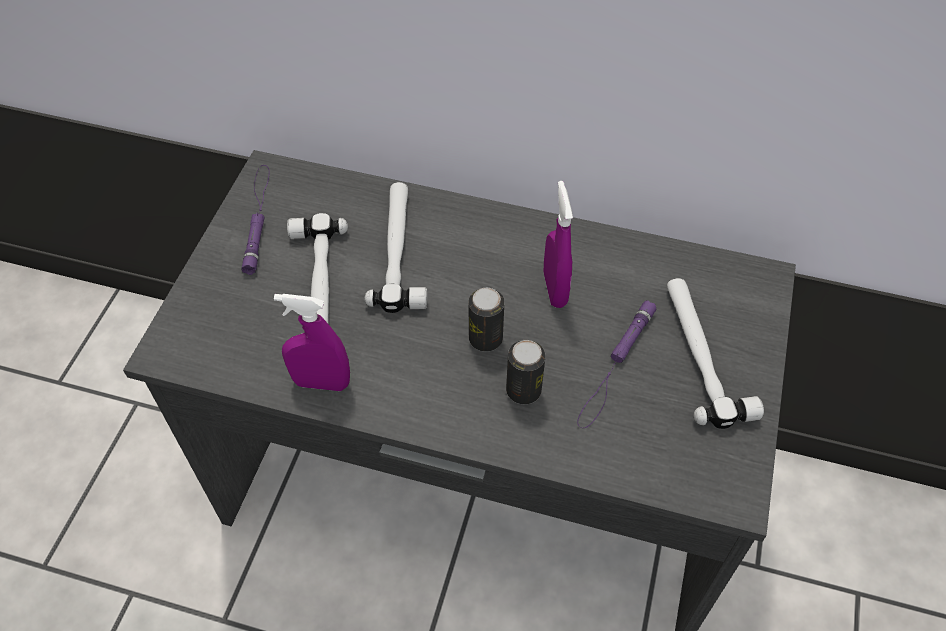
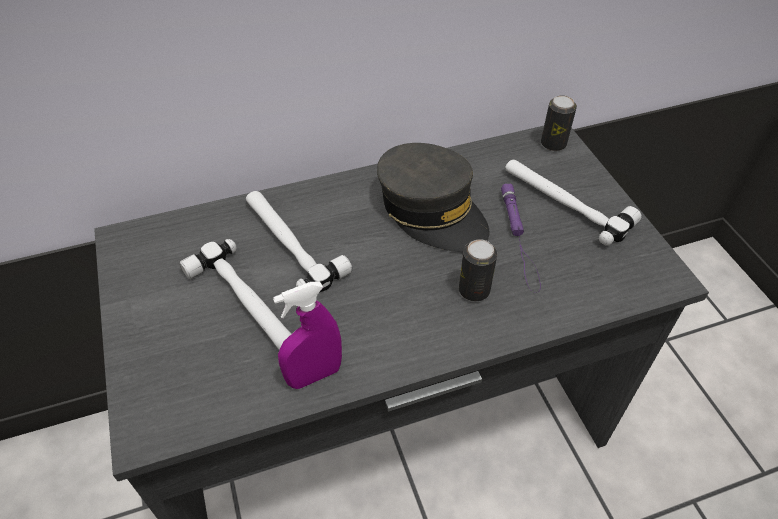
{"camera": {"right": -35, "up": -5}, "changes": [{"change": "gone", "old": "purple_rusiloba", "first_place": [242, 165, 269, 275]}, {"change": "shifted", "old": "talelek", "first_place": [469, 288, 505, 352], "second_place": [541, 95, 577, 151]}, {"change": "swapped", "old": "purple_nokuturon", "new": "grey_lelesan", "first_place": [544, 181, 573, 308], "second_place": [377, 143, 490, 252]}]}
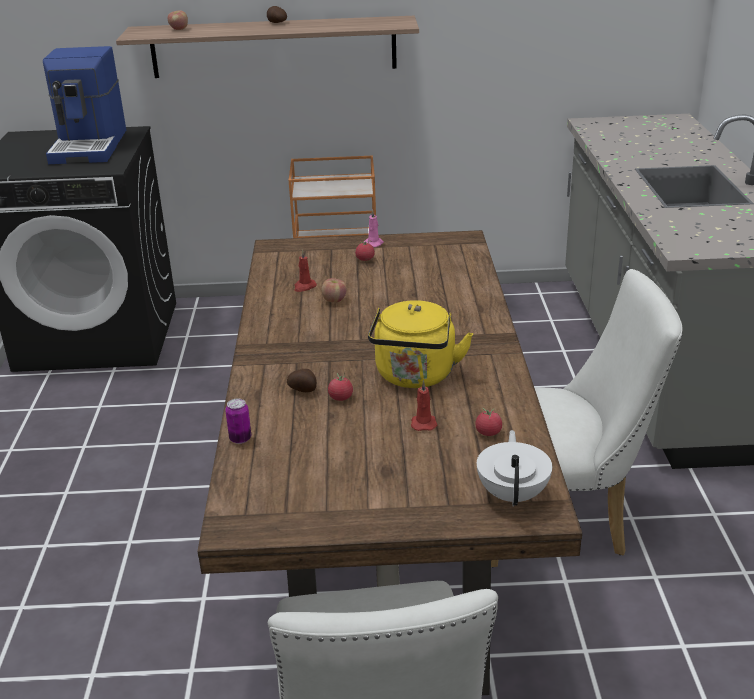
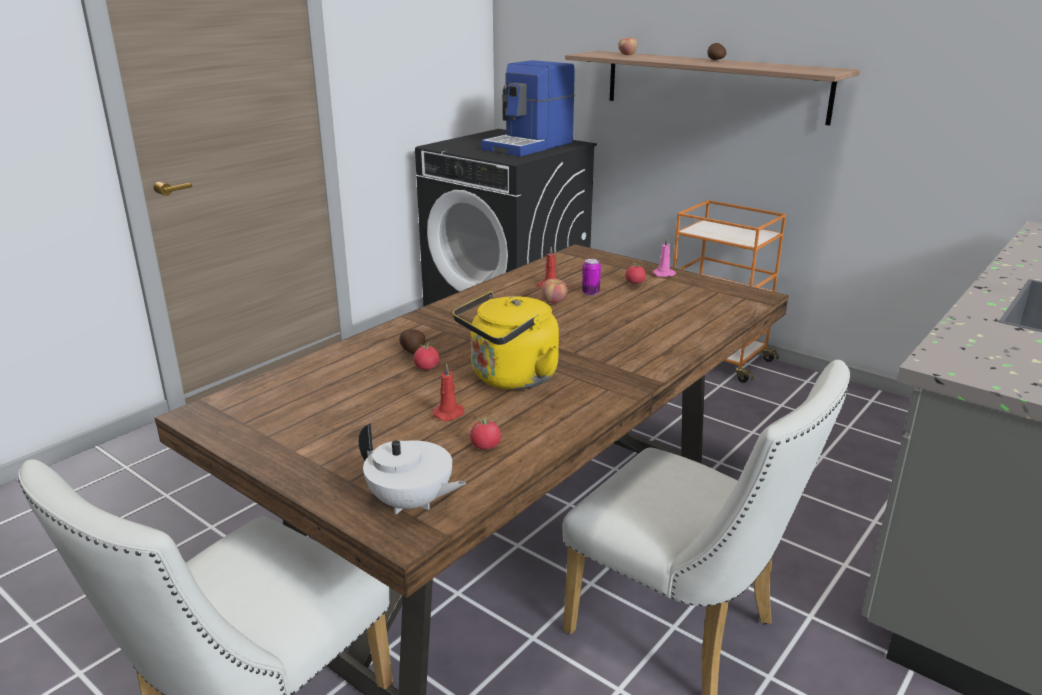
{"camera": {"right": 40, "up": -5}, "changes": [{"change": "shifted", "old": "talelek", "first_place": [225, 398, 251, 444], "second_place": [582, 259, 601, 296]}, {"change": "rotated", "old": "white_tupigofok", "first_place": [477, 430, 552, 506], "second_place": [359, 423, 466, 514], "degrees": 75}]}
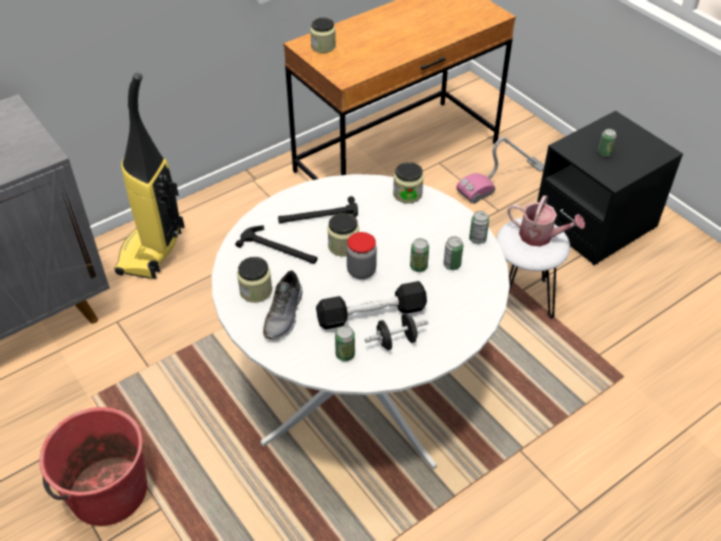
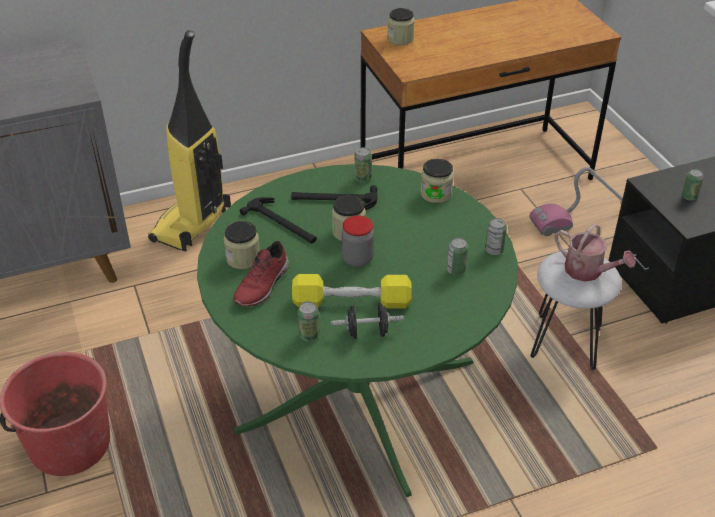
{"camera": {"right": 15, "up": -5}, "changes": [{"change": "shifted", "old": "talelek", "first_place": [410, 238, 429, 272], "second_place": [354, 147, 372, 182]}, {"change": "repainted", "old": "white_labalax", "new": "green_labalax", "first_place": [212, 174, 510, 469], "second_place": [197, 164, 518, 497]}, {"change": "repainted", "old": "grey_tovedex", "new": "red_tovedex", "first_place": [263, 270, 303, 340], "second_place": [233, 241, 289, 307]}, {"change": "repainted", "old": "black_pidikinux", "new": "yellow_pidikinux", "first_place": [316, 281, 427, 329], "second_place": [292, 274, 412, 309]}]}
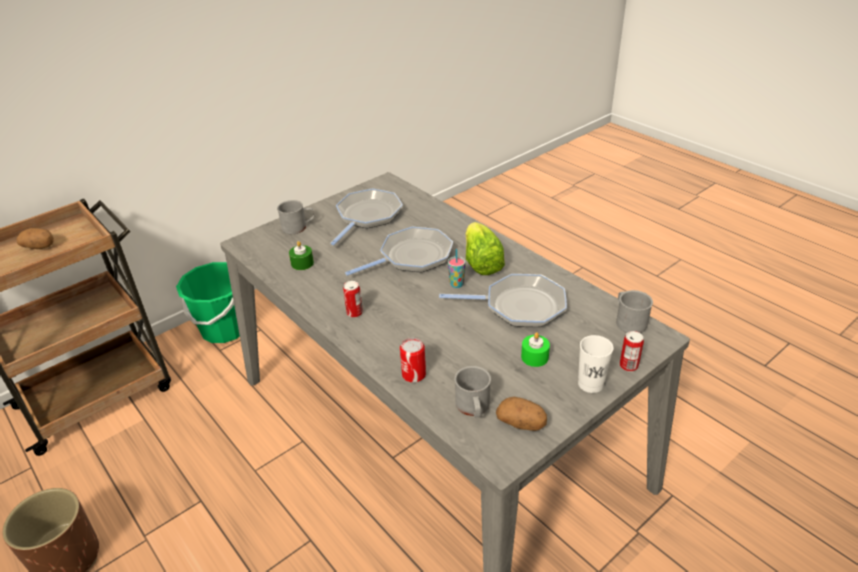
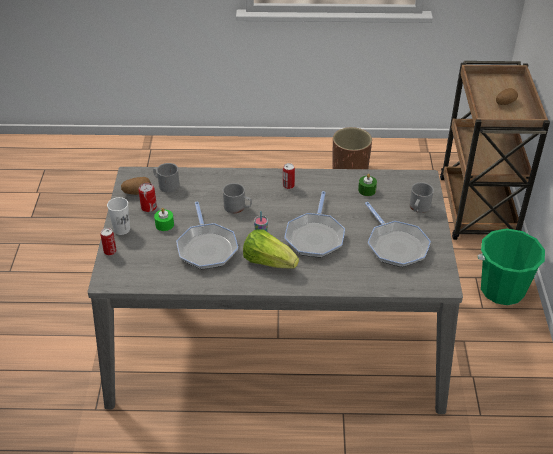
{"camera": {"right": 130, "up": 5}, "changes": [{"change": "shifted", "old": "talelek", "first_place": [400, 338, 426, 383], "second_place": [138, 183, 157, 212]}, {"change": "shifted", "old": "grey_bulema", "first_place": [616, 290, 653, 333], "second_place": [223, 183, 252, 213]}, {"change": "rotated", "old": "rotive", "first_place": [439, 274, 567, 327], "second_place": [176, 202, 238, 269], "degrees": -60}]}
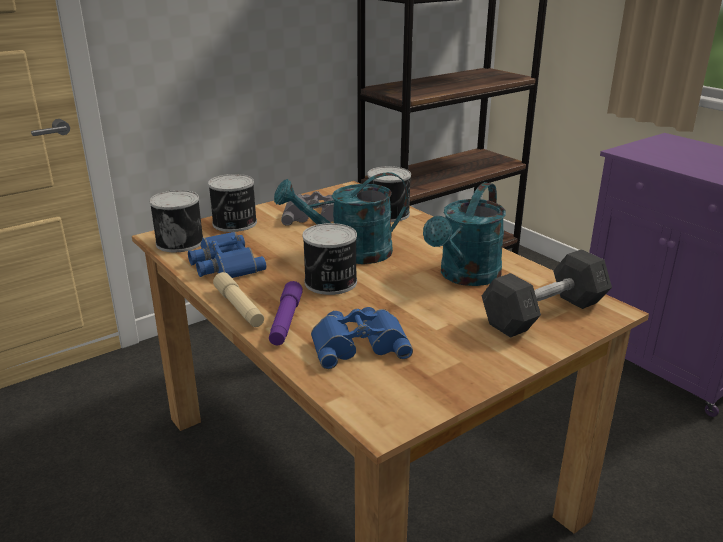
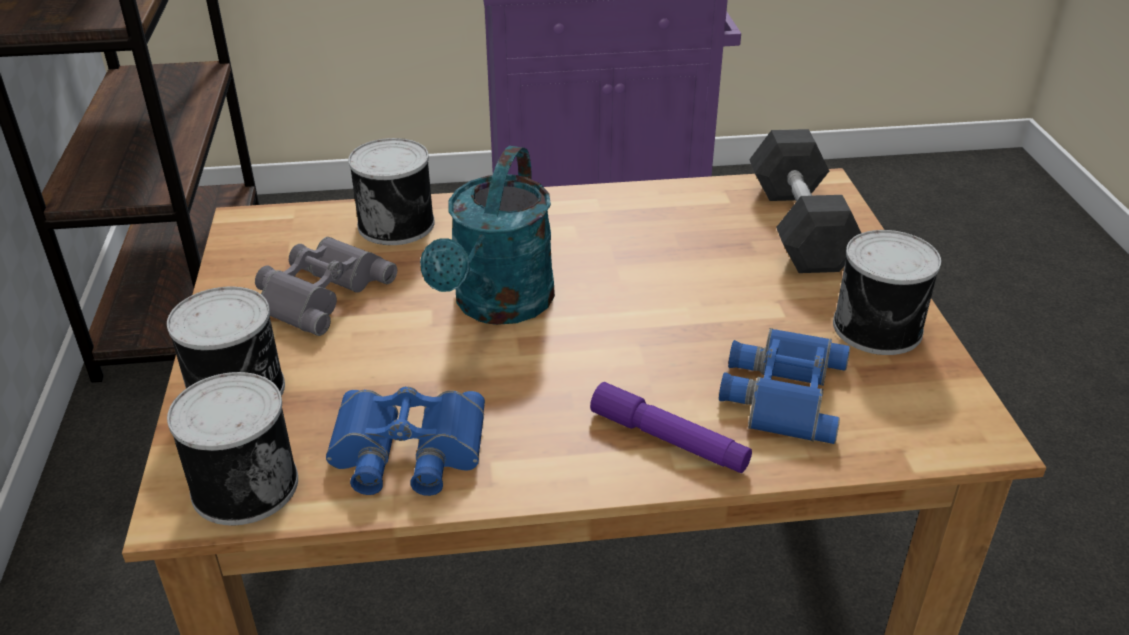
{"camera": {"right": -60, "up": 10}, "changes": [{"change": "gone", "old": "beige_rusiloba", "first_place": [213, 272, 264, 327]}, {"change": "gone", "old": "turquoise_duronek", "first_place": [423, 182, 506, 286]}, {"change": "shifted", "old": "talelek", "first_place": [303, 223, 357, 295], "second_place": [833, 230, 941, 355]}]}
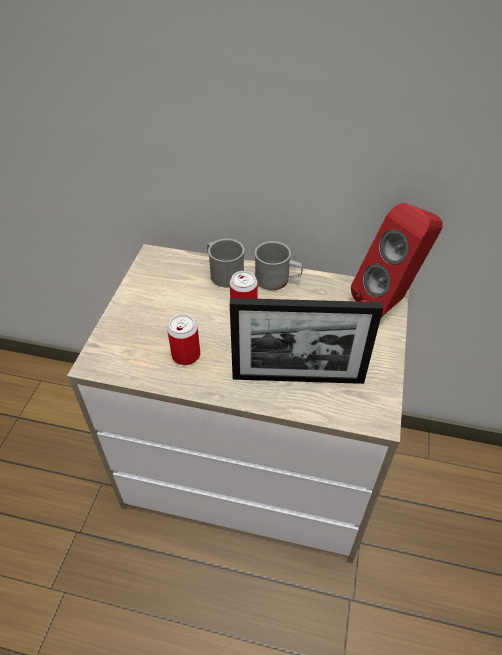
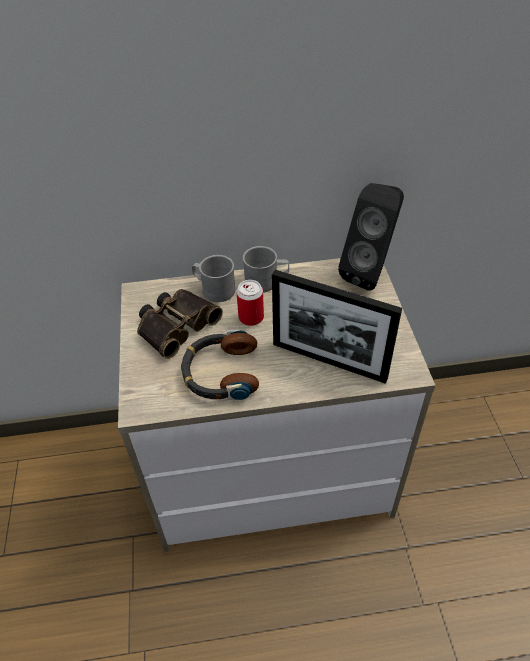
{"camera": {"right": -20, "up": 0}, "changes": [{"change": "new", "new": "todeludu", "second_place": [137, 289, 223, 359]}, {"change": "swapped", "old": "talelek", "new": "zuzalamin", "first_place": [167, 314, 200, 365], "second_place": [181, 329, 259, 400]}, {"change": "repainted", "old": "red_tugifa", "new": "black_tugifa", "first_place": [351, 202, 443, 317], "second_place": [338, 183, 404, 291]}, {"change": "rotated", "old": "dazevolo", "first_place": [230, 298, 383, 384], "second_place": [272, 270, 402, 384], "degrees": 45}]}
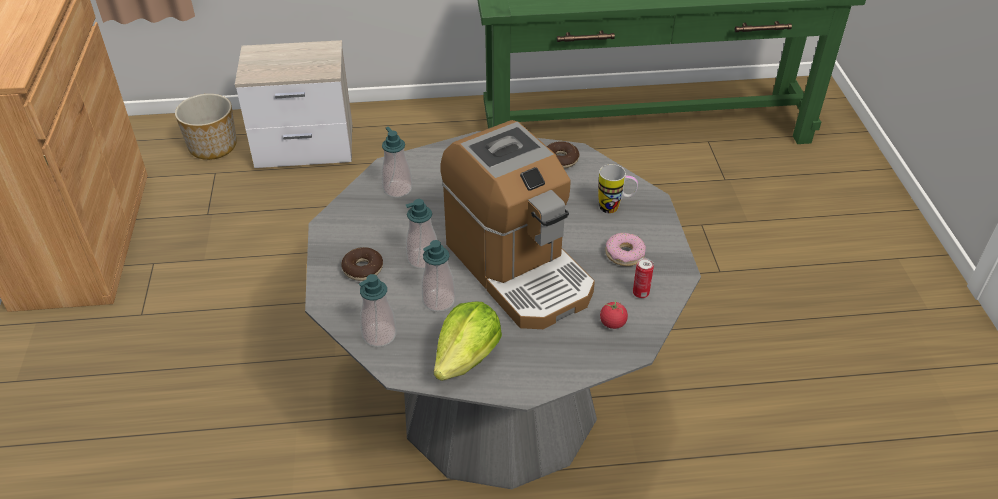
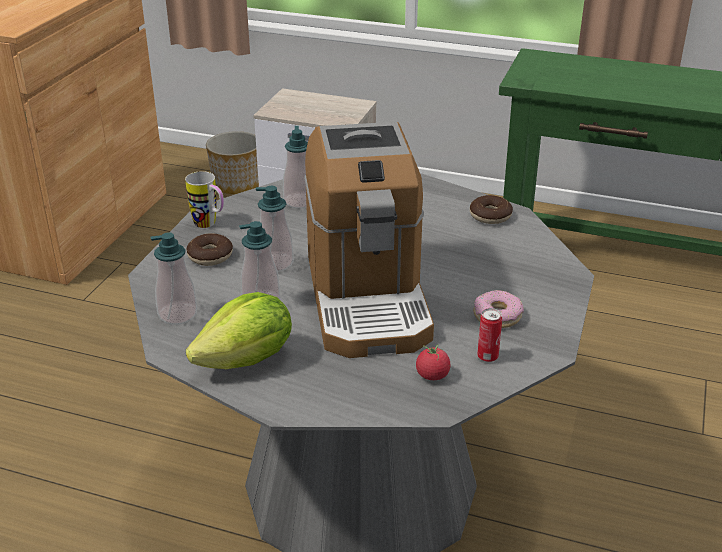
{"camera": {"right": 25, "up": -10}, "changes": [{"change": "shifted", "old": "bulema", "first_place": [598, 164, 638, 213], "second_place": [185, 171, 224, 228]}]}
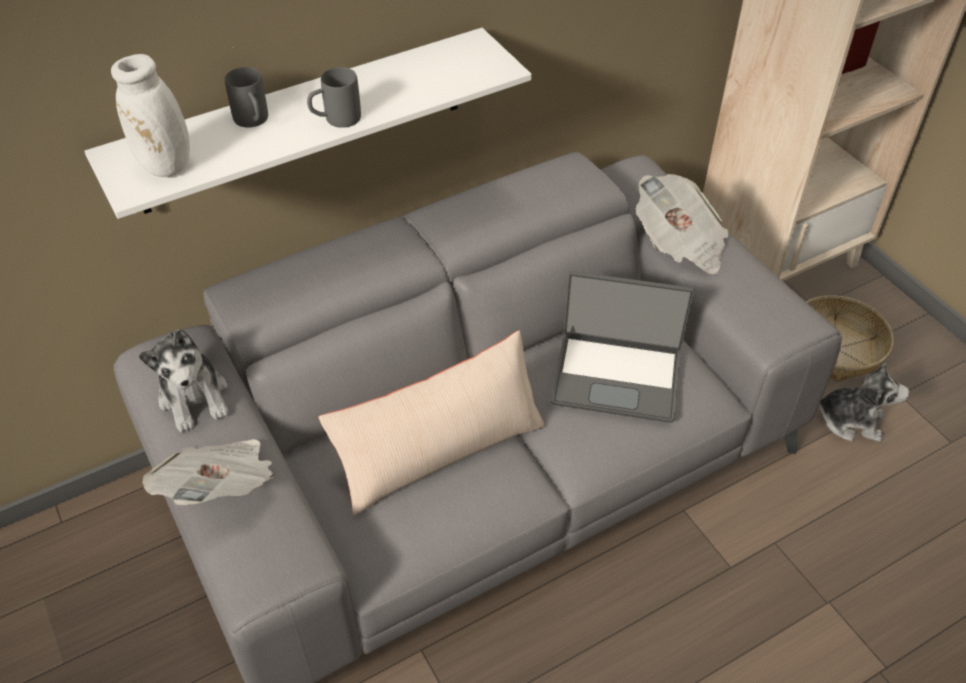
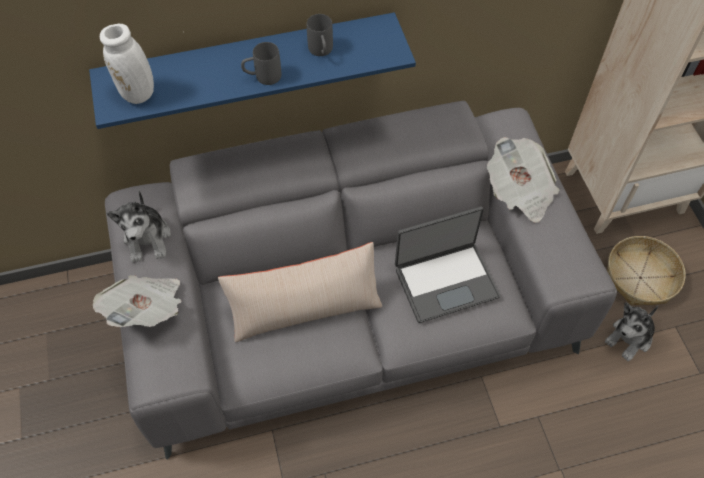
{"camera": {"right": 15, "up": 10}, "changes": [{"change": "shifted", "old": "grey_bulema", "first_place": [225, 67, 268, 128], "second_place": [307, 14, 333, 56]}, {"change": "repainted", "old": "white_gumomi", "new": "blue_gumomi", "first_place": [85, 28, 532, 219], "second_place": [89, 12, 416, 129]}, {"change": "rotated", "old": "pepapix", "first_place": [551, 271, 694, 423], "second_place": [395, 207, 500, 323], "degrees": -45}, {"change": "rotated", "old": "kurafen", "first_place": [819, 363, 910, 442], "second_place": [605, 302, 658, 361], "degrees": 105}]}
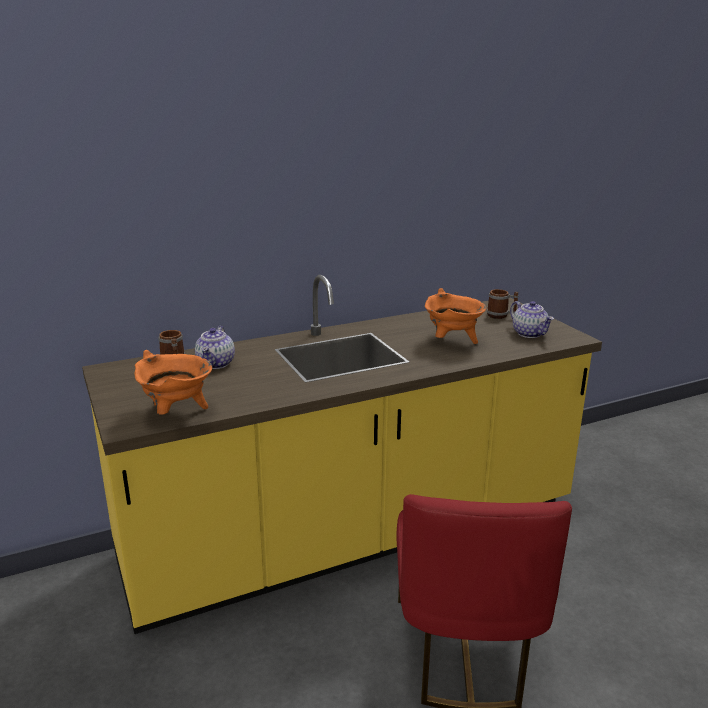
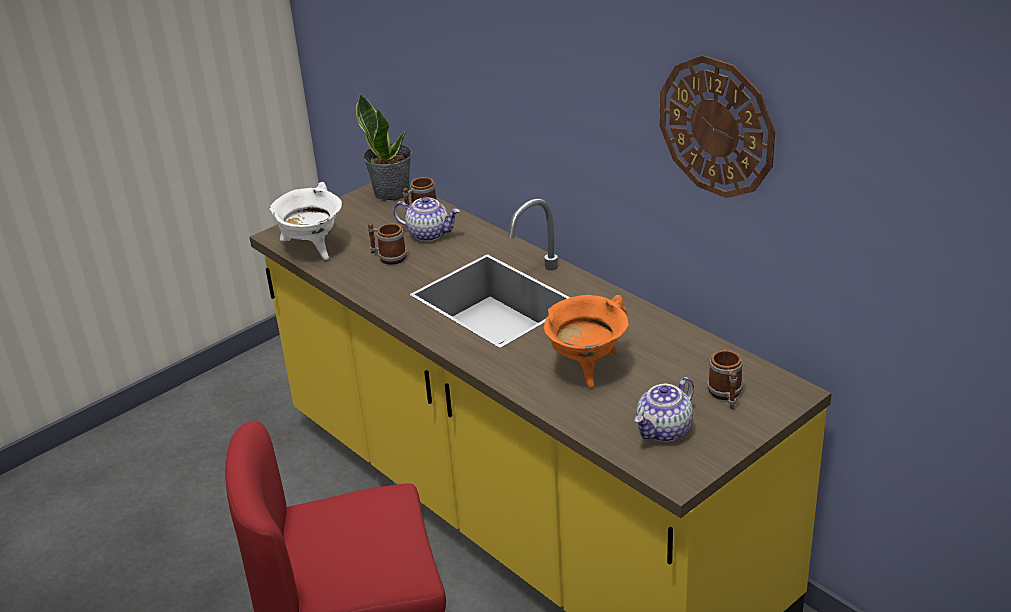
{"camera": {"right": 75, "up": 10}, "changes": [{"change": "new", "new": "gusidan", "second_place": [356, 94, 412, 201]}, {"change": "new", "new": "bulema", "second_place": [368, 223, 407, 265]}, {"change": "new", "new": "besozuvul", "second_place": [660, 55, 775, 198]}, {"change": "repainted", "old": "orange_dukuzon", "new": "white_dukuzon", "first_place": [134, 350, 212, 415], "second_place": [269, 182, 342, 260]}, {"change": "rotated", "old": "tupigofok", "first_place": [195, 326, 235, 369], "second_place": [393, 197, 460, 242], "degrees": -150}]}
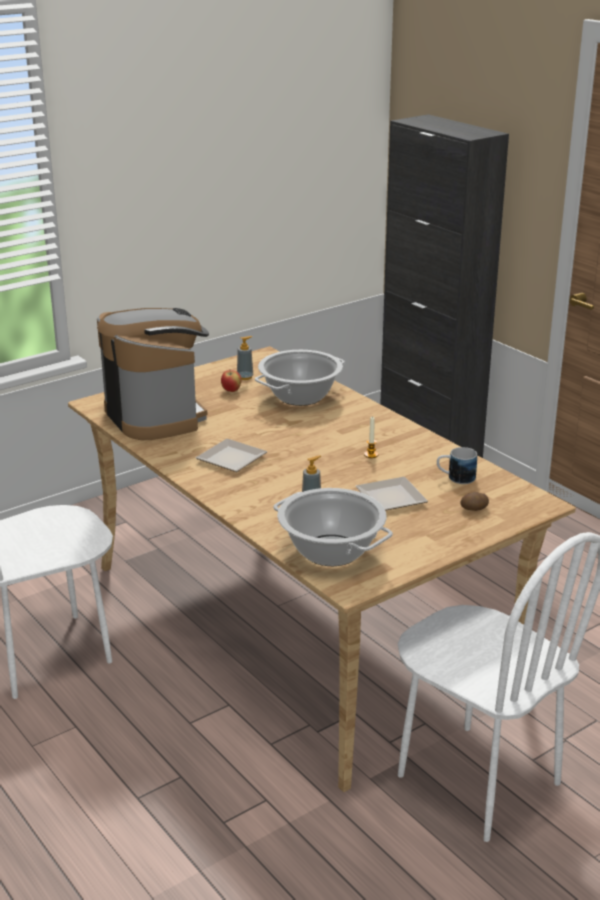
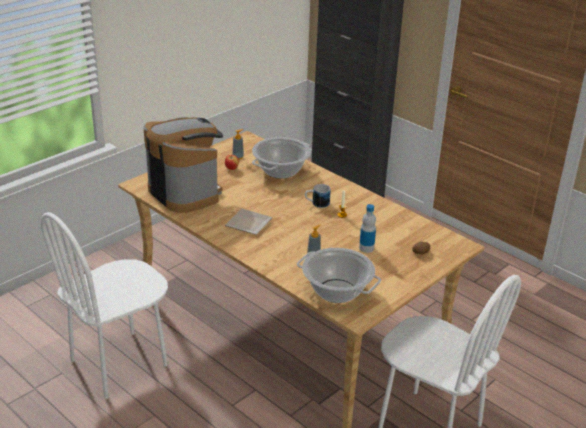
{"camera": {"right": -10, "up": 5}, "changes": [{"change": "shifted", "old": "bulema", "first_place": [437, 447, 477, 484], "second_place": [305, 184, 330, 208]}, {"change": "swapped", "old": "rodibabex", "new": "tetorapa", "first_place": [356, 477, 428, 511], "second_place": [359, 204, 376, 253]}]}
